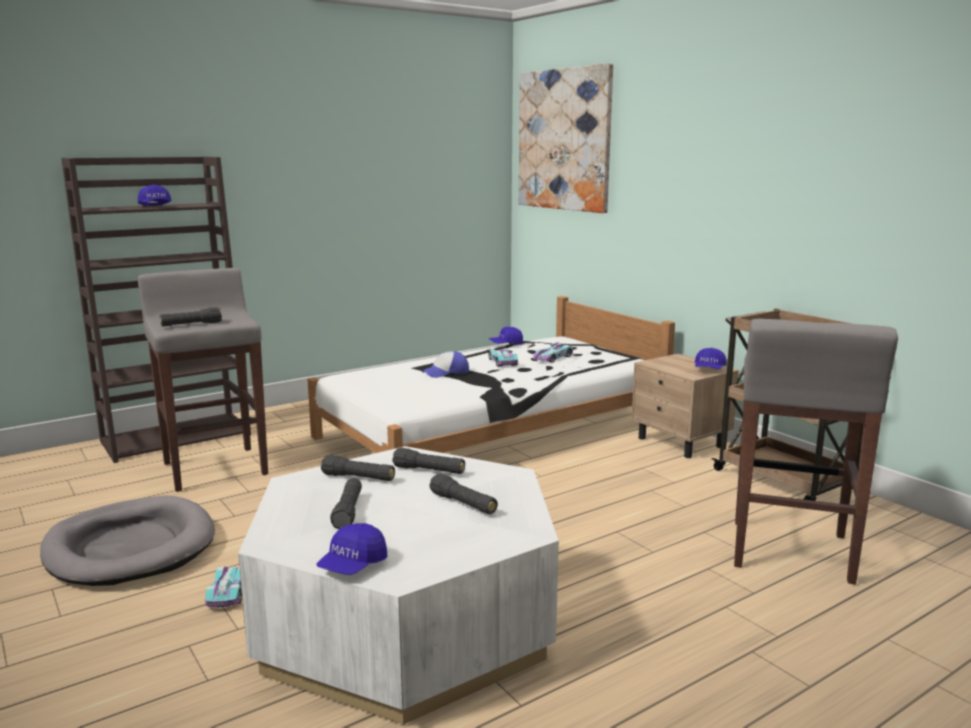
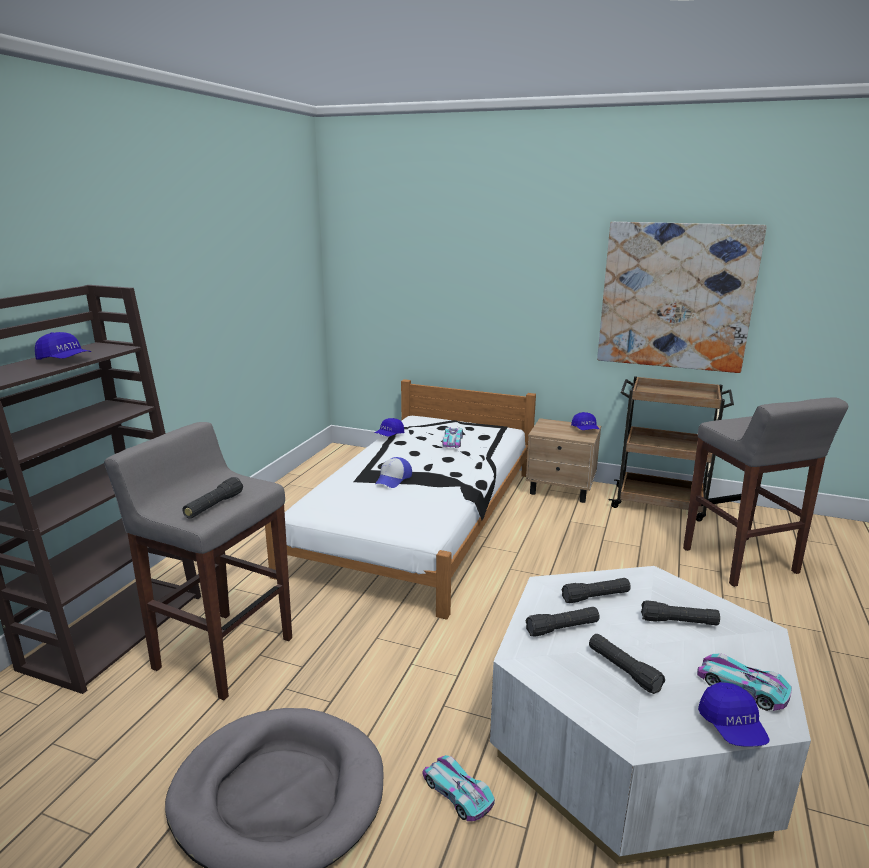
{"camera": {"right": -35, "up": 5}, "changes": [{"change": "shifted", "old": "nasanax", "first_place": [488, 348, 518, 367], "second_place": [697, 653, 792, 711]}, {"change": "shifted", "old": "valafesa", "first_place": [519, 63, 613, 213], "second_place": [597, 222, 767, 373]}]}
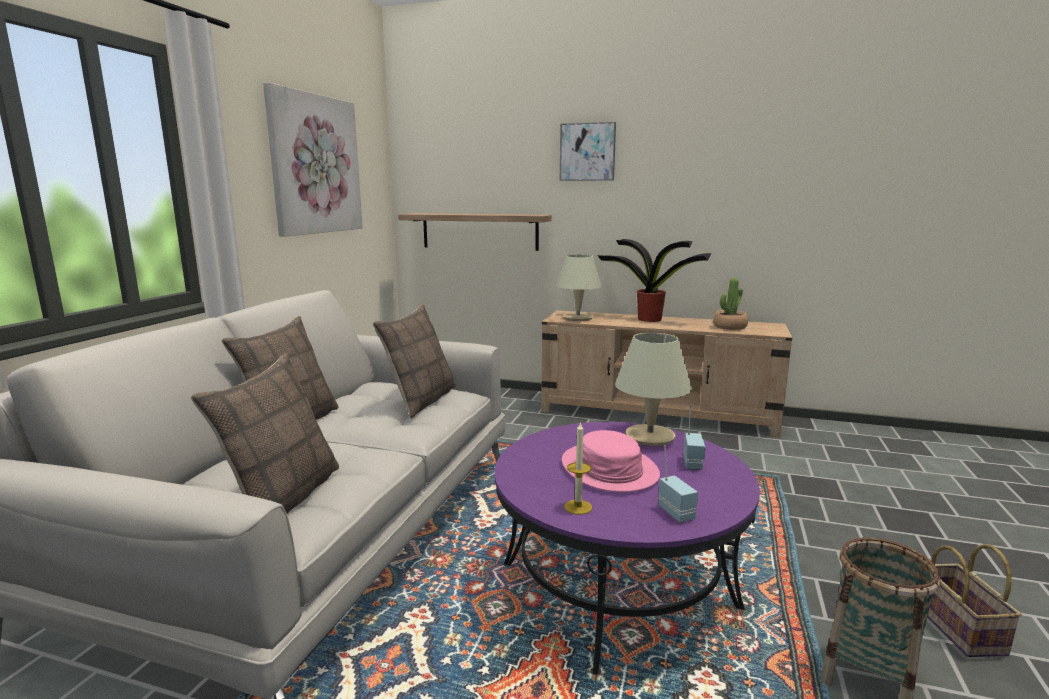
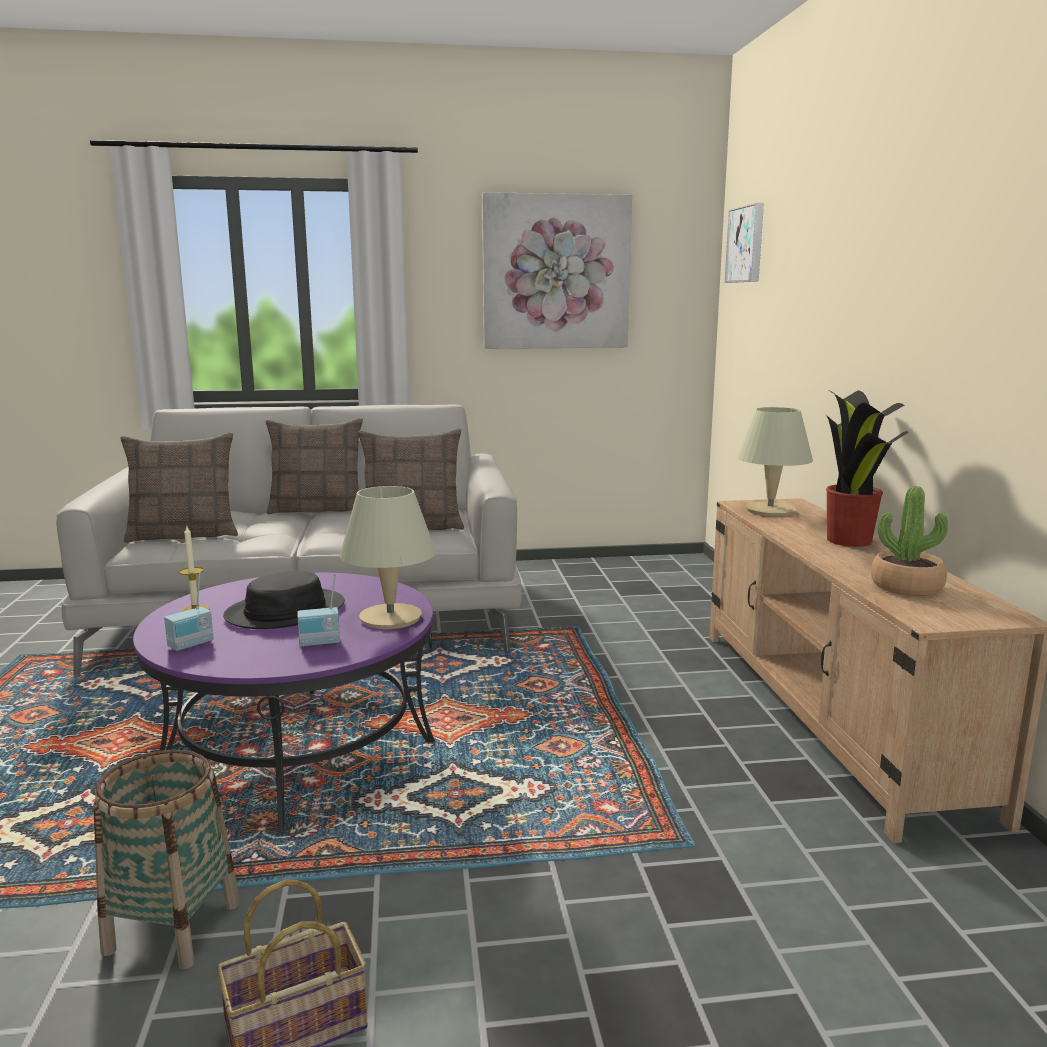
{"camera": {"right": 65, "up": 0}, "changes": [{"change": "gone", "old": "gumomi", "first_place": [398, 213, 552, 251]}, {"change": "shifted", "old": "valafesa", "first_place": [560, 122, 616, 181], "second_place": [725, 203, 764, 283]}, {"change": "repainted", "old": "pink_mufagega", "new": "black_mufagega", "first_place": [562, 430, 660, 492], "second_place": [223, 571, 345, 629]}]}
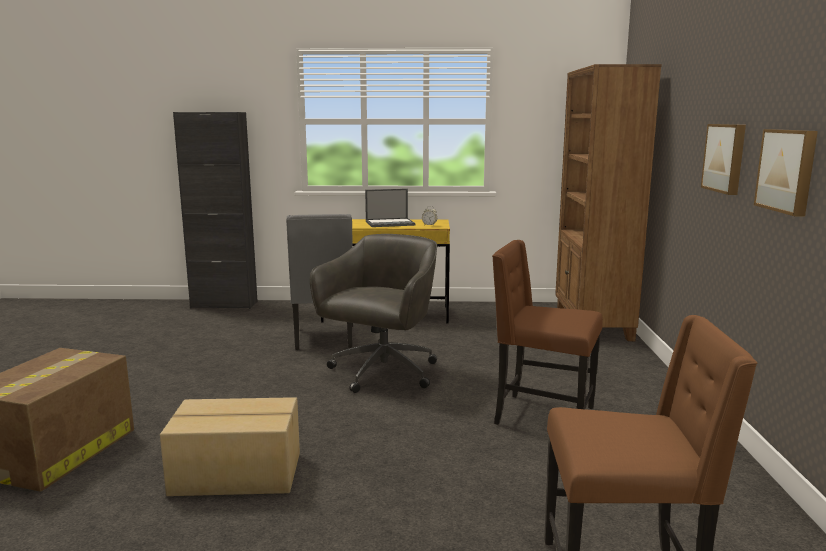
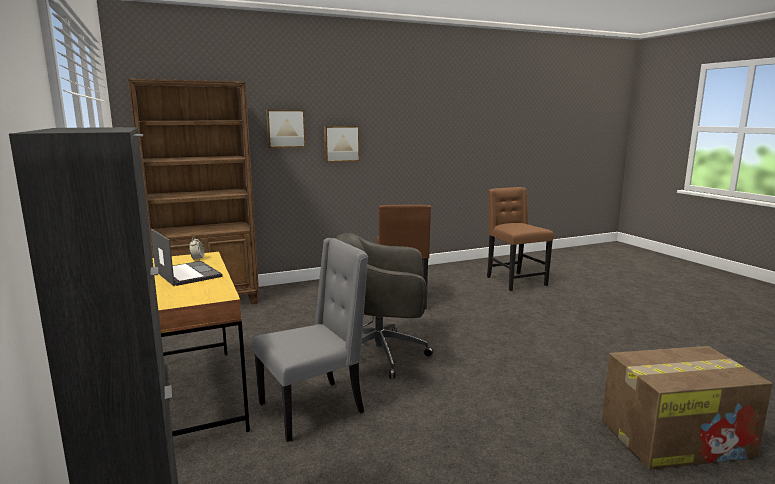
{"camera": {"right": -115, "up": 0}, "changes": [{"change": "gone", "old": "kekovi", "first_place": [160, 397, 300, 496]}, {"change": "shifted", "old": "valafesa", "first_place": [754, 129, 818, 216], "second_place": [266, 110, 306, 148]}]}
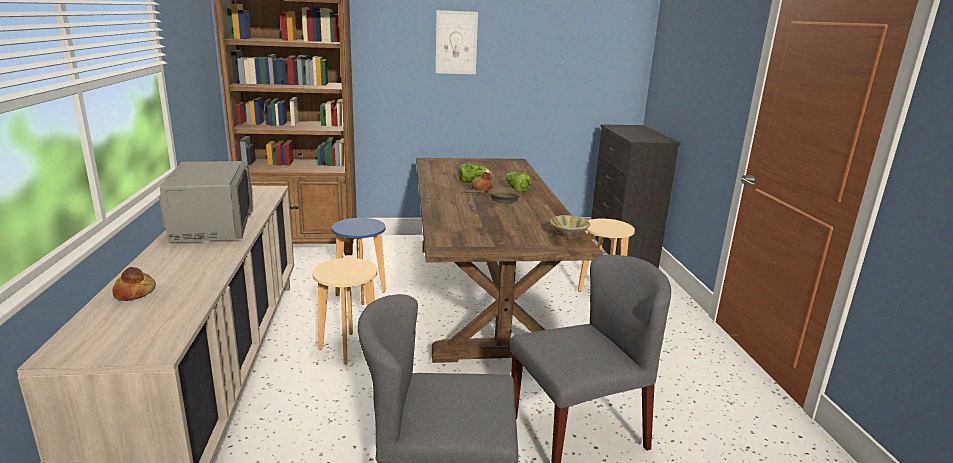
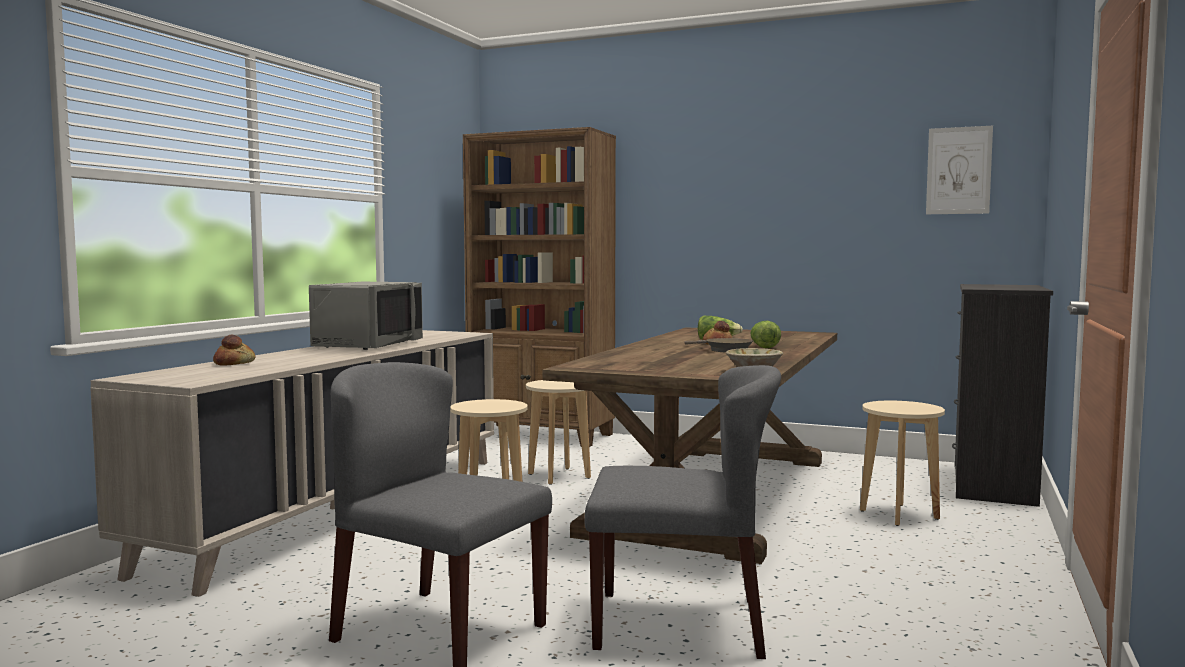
{"camera": {"right": 30, "up": -15}, "changes": [{"change": "shifted", "old": "valafesa", "first_place": [436, 10, 478, 74], "second_place": [926, 126, 993, 214]}, {"change": "repainted", "old": "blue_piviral", "new": "beige_piviral", "first_place": [332, 218, 386, 305], "second_place": [526, 380, 591, 485]}]}
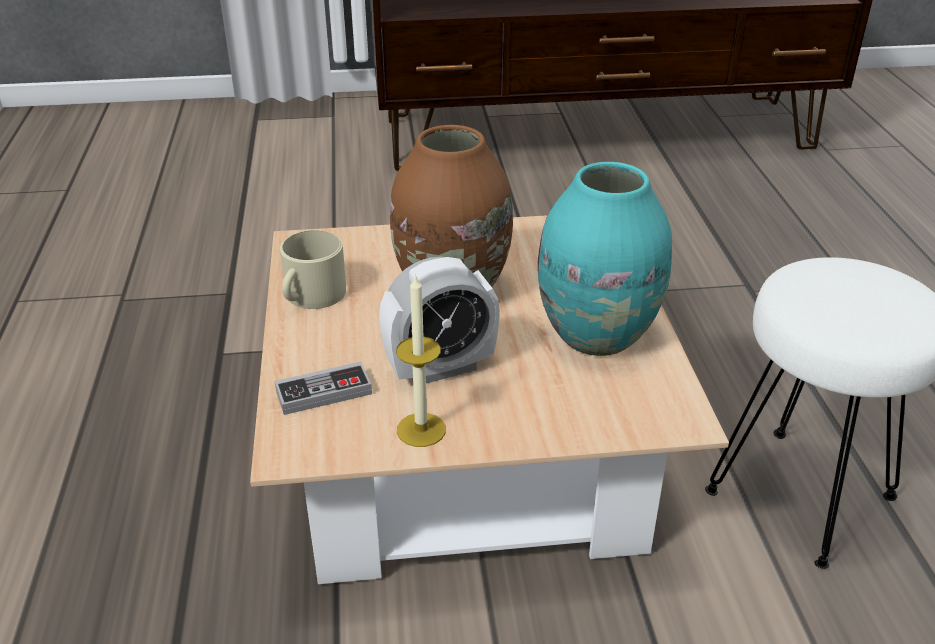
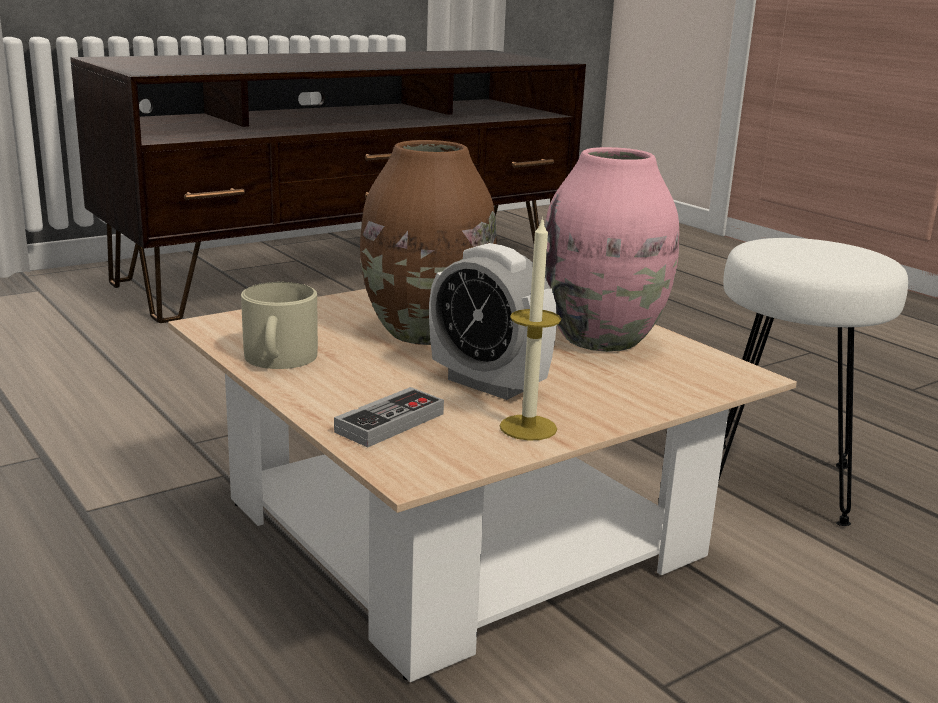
{"camera": {"right": -30, "up": -15}, "changes": [{"change": "repainted", "old": "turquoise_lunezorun", "new": "pink_lunezorun", "first_place": [538, 162, 672, 356], "second_place": [545, 147, 679, 352]}, {"change": "rotated", "old": "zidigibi", "first_place": [379, 256, 500, 383], "second_place": [429, 243, 557, 400], "degrees": 90}]}
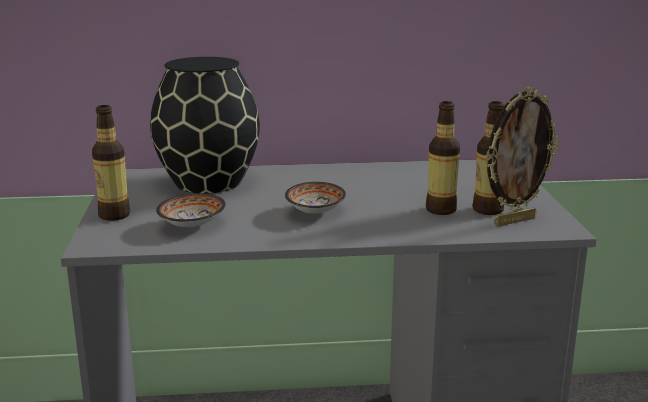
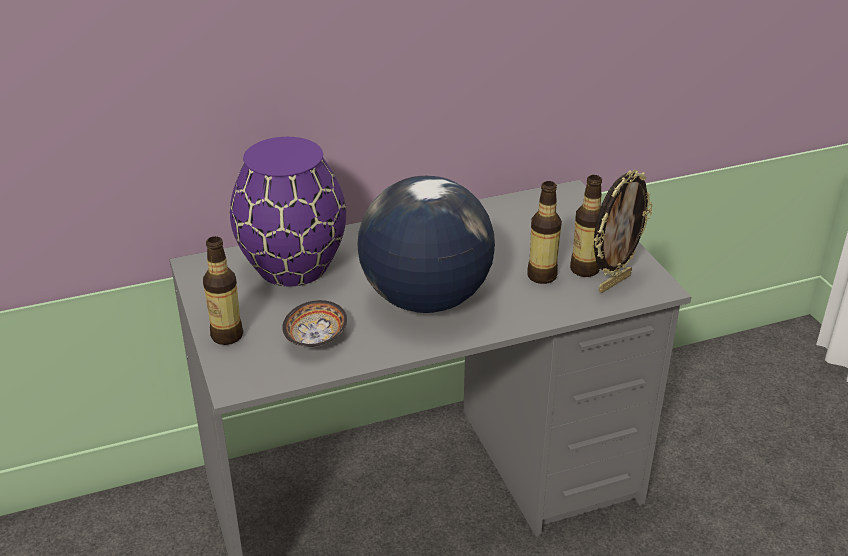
{"camera": {"right": -15, "up": 15}, "changes": [{"change": "swapped", "old": "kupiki", "new": "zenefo", "first_place": [285, 182, 346, 214], "second_place": [358, 176, 495, 313]}, {"change": "repainted", "old": "black_lunezorun", "new": "purple_lunezorun", "first_place": [150, 57, 260, 194], "second_place": [230, 137, 346, 287]}]}
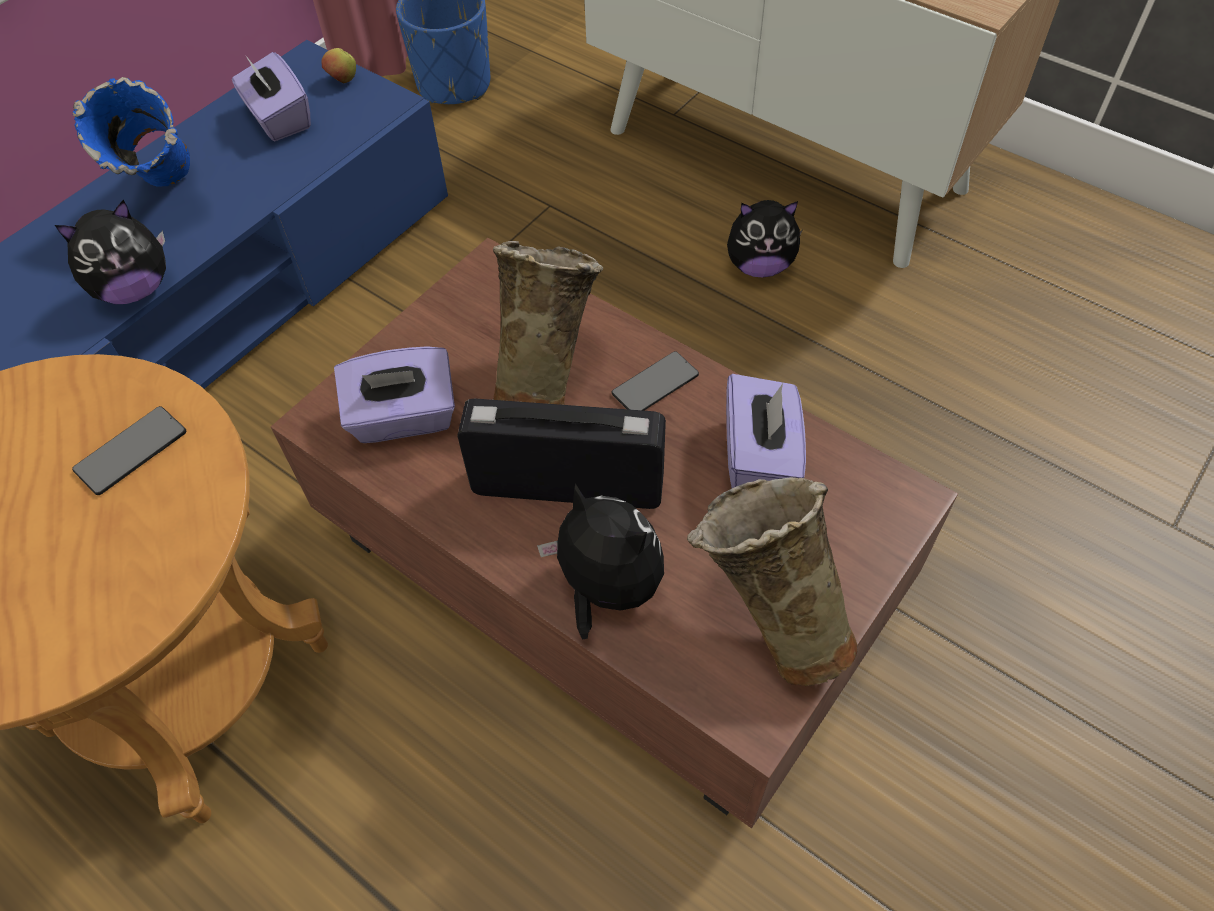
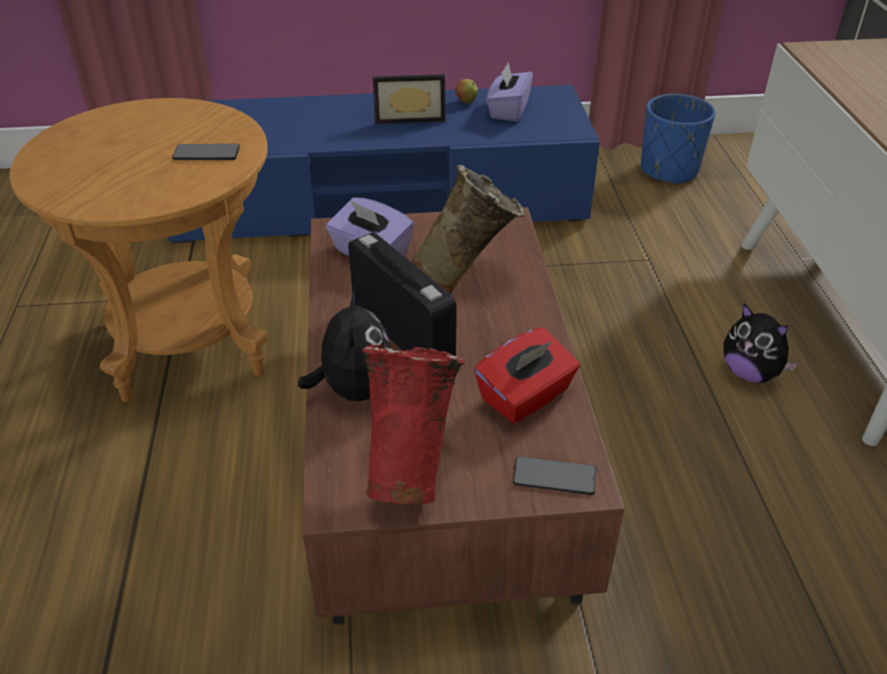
{"camera": {"right": 45, "up": -15}, "changes": [{"change": "gone", "old": "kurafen", "first_place": [55, 200, 166, 304]}, {"change": "shifted", "old": "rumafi", "first_place": [321, 48, 356, 83], "second_place": [455, 79, 478, 104]}, {"change": "shifted", "old": "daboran", "first_place": [612, 351, 699, 411], "second_place": [513, 456, 596, 495]}, {"change": "swapped", "old": "blue_lunezorun", "new": "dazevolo", "first_place": [73, 77, 190, 187], "second_place": [373, 74, 446, 124]}, {"change": "repainted", "old": "beige_lunezorun", "new": "red_lunezorun", "first_place": [687, 477, 857, 686], "second_place": [362, 344, 465, 505]}, {"change": "repainted", "old": "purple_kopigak", "new": "red_kopigak", "first_place": [726, 374, 806, 488], "second_place": [474, 328, 580, 424]}]}
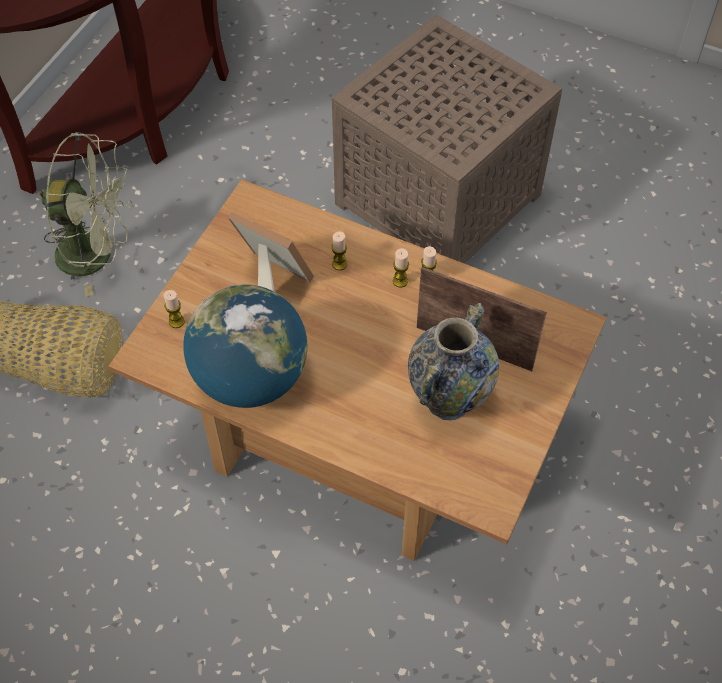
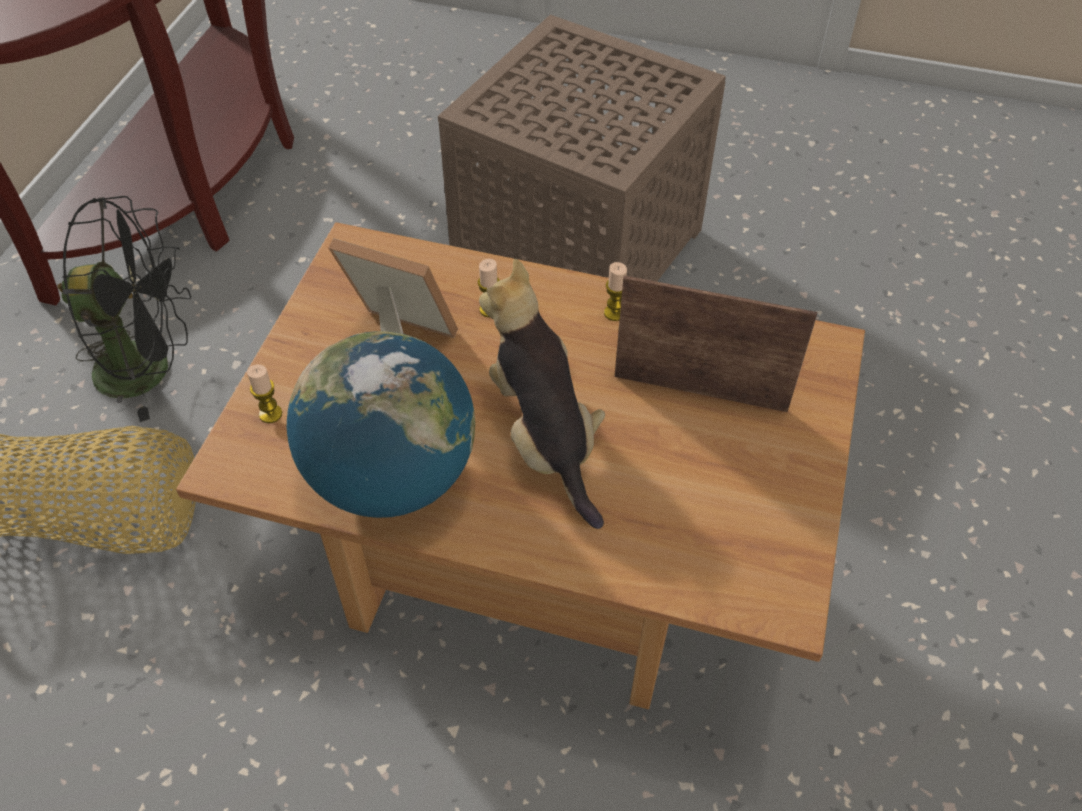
{"camera": {"right": -10, "up": -5}, "changes": [{"change": "gone", "old": "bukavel", "first_place": [393, 248, 409, 288]}, {"change": "gone", "old": "lunezorun", "first_place": [408, 303, 499, 420]}, {"change": "new", "new": "kurafen", "second_place": [479, 259, 605, 529]}, {"change": "repainted", "old": "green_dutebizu", "new": "black_dutebizu", "first_place": [39, 132, 133, 296], "second_place": [57, 196, 191, 422]}]}
